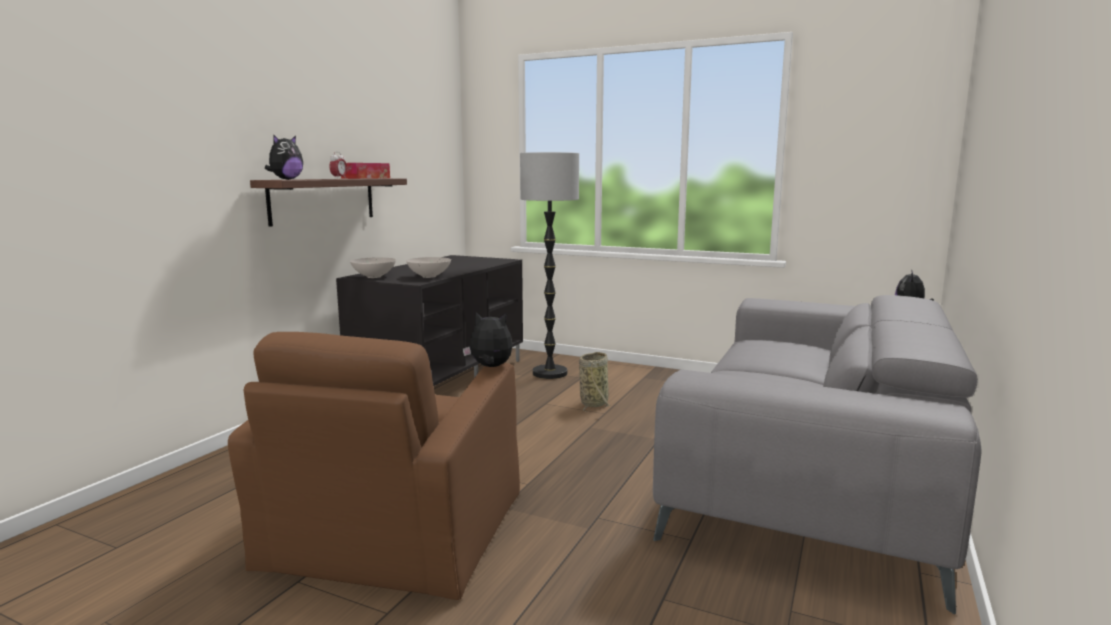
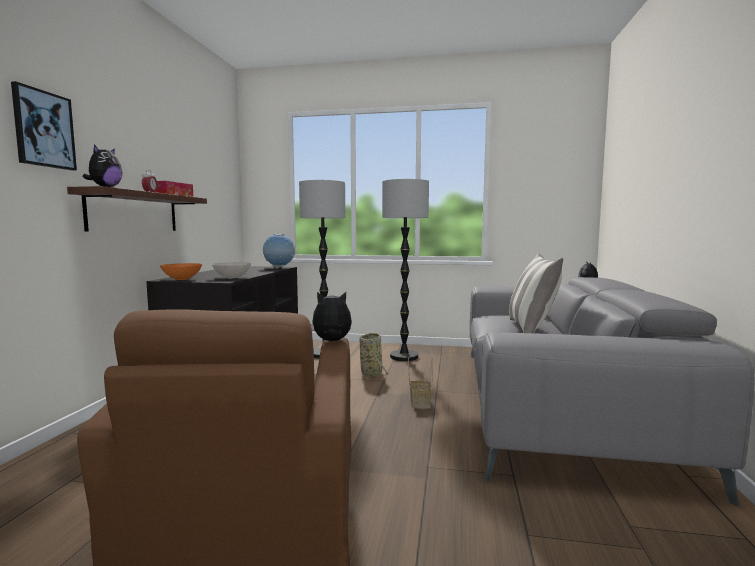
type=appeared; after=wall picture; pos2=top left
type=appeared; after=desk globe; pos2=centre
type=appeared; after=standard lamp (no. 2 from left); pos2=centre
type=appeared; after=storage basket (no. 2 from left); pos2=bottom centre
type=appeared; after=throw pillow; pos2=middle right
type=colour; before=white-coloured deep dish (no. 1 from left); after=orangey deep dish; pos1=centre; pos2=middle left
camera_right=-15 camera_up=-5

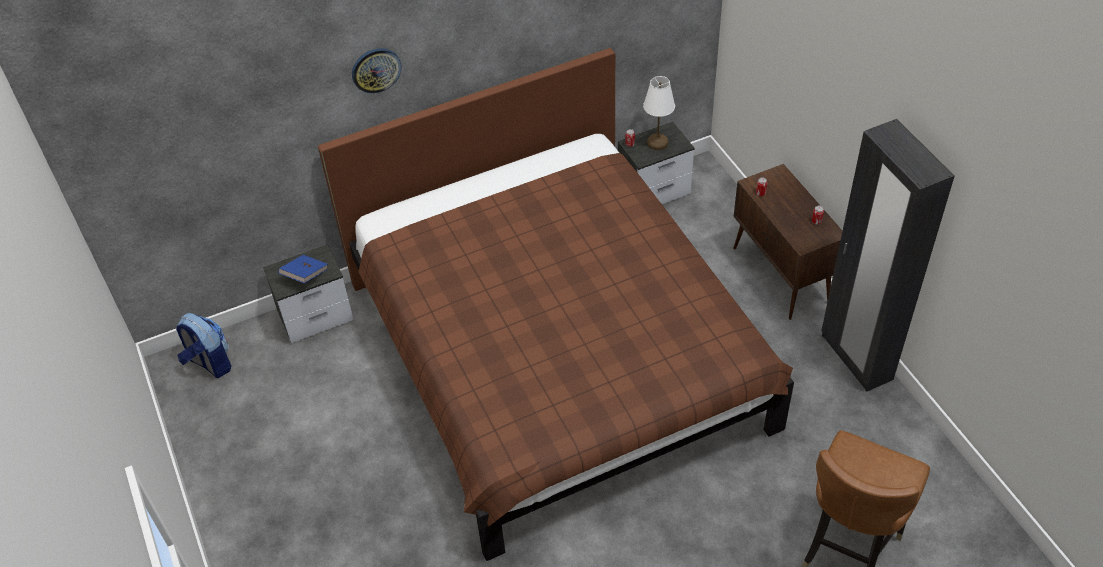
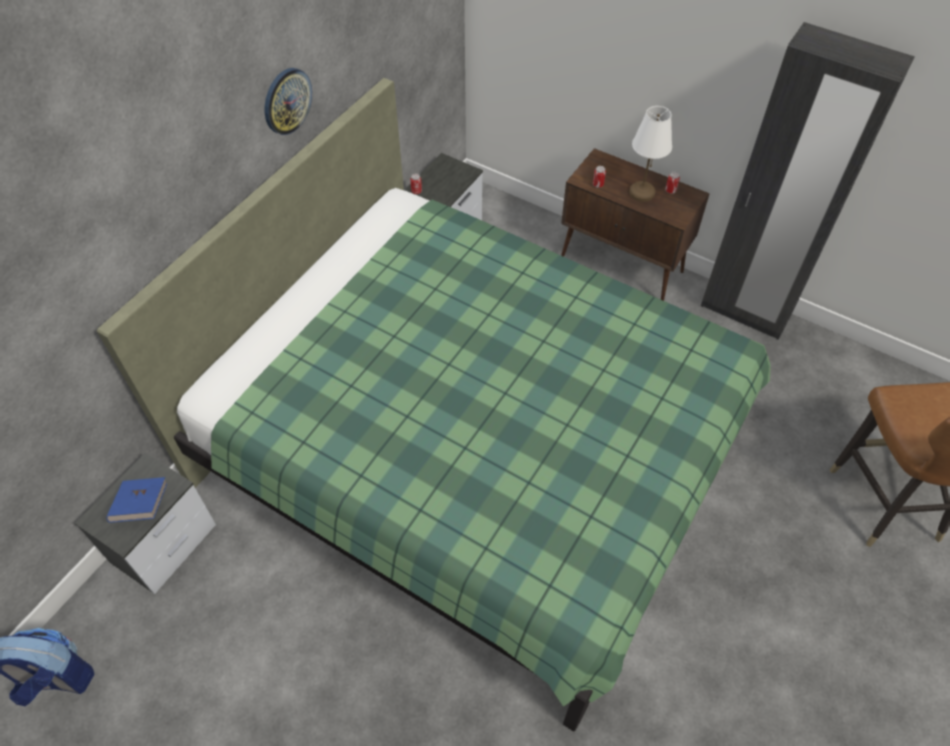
type=relocated; before=wall clock; pos1=top centre; pos2=top left
type=relocated; before=white-coloured lamp for a table; pos1=top centre; pos2=top right
type=colour; before=brownish bedroom bed; after=greenish bedroom bed; pos1=centre; pos2=centre
camera_right=-35 camera_up=5

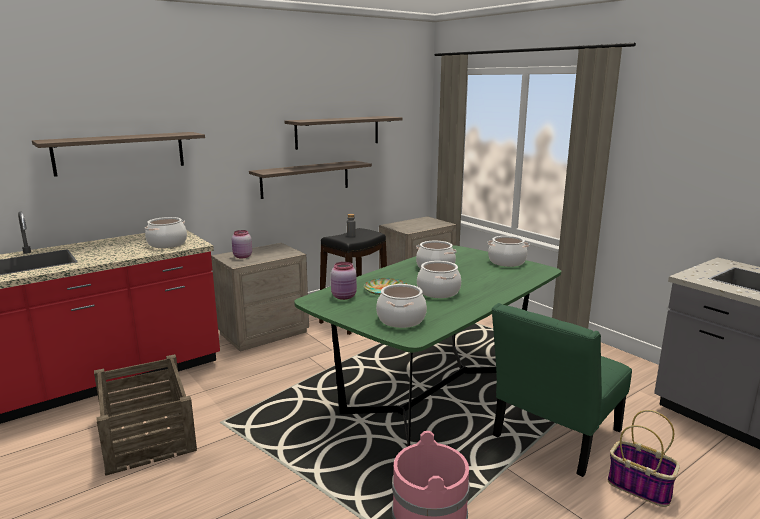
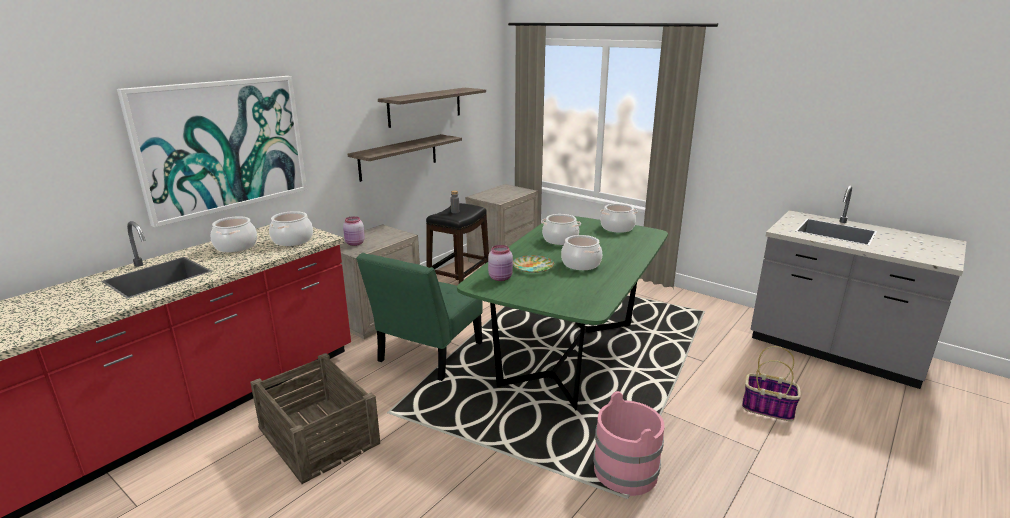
type=relocated; before=cooking pot (no. 2 from left in the first image); after=cooking pot (no. 1 from left); pos1=centre; pos2=middle left
type=relocated; before=greenish chair; pos1=bottom right; pos2=centre
type=exchanged; before=shelf (no. 1 from left); after=wall picture; pos1=top left; pos2=top left
camera_right=-15 camera_up=5

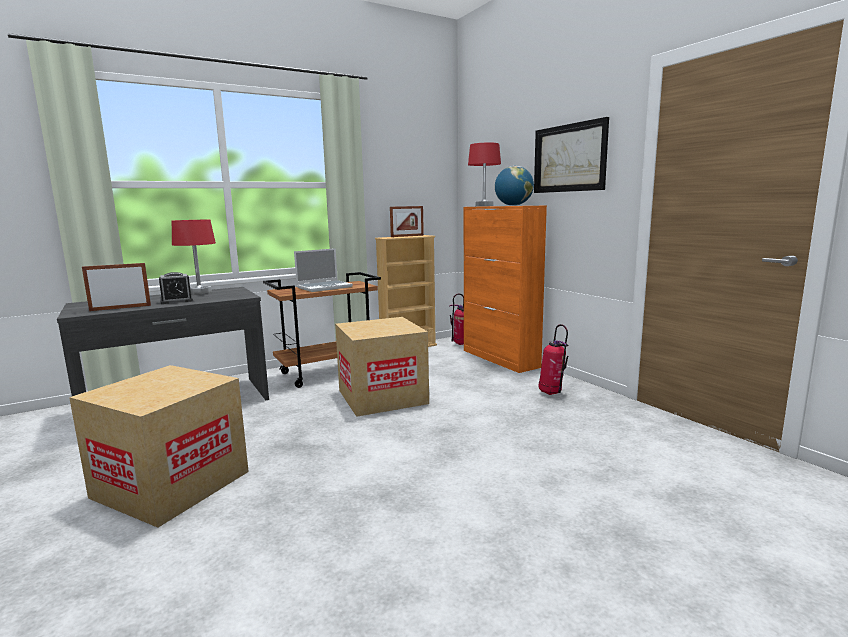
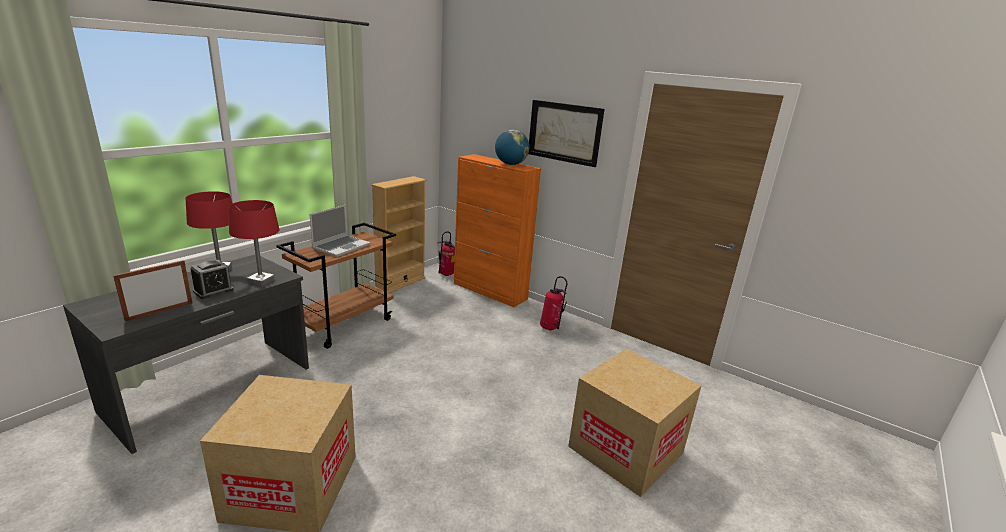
type=missing; before=photo frame (no. 2 from left); pos1=centre
type=relocated; before=carton (no. 2 from left); pos1=centre; pos2=bottom centre
type=relocated; before=red lamp for a table (no. 2 from left); pos1=top centre; pos2=middle left
camera_right=-25 camera_up=10

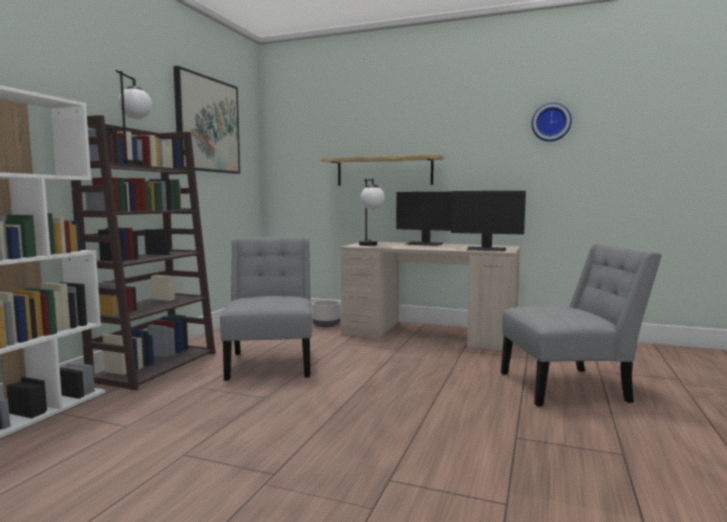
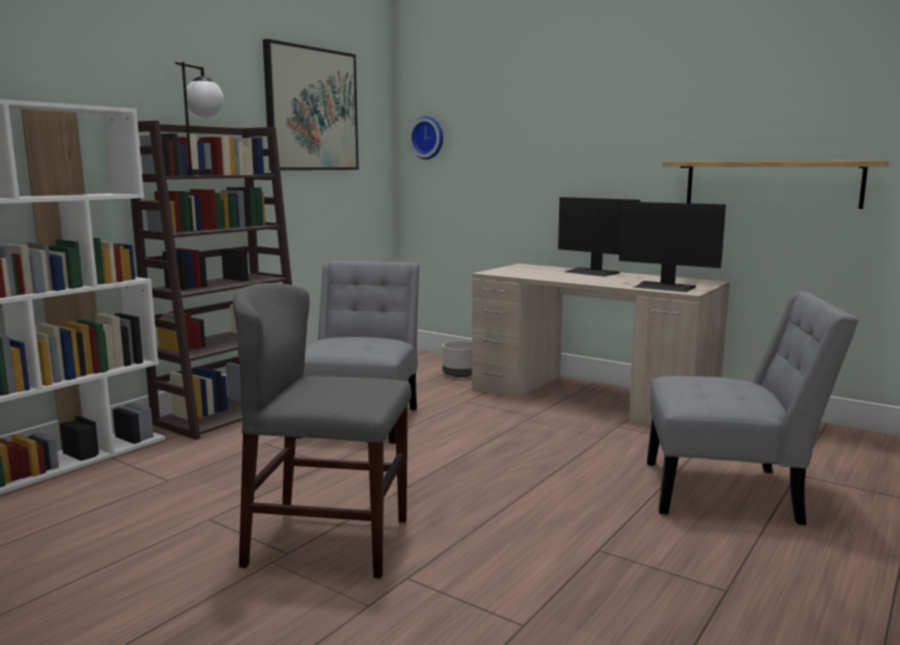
type=missing; before=lamp for a table (no. 2 from left); pos1=centre
type=appeared; after=greyish chair (no. 1 from left); pos2=bottom centre
type=relocated; before=shelf; pos1=top centre; pos2=top right
type=relocated; before=wall clock; pos1=top right; pos2=top centre
camera_right=15 camera_up=5

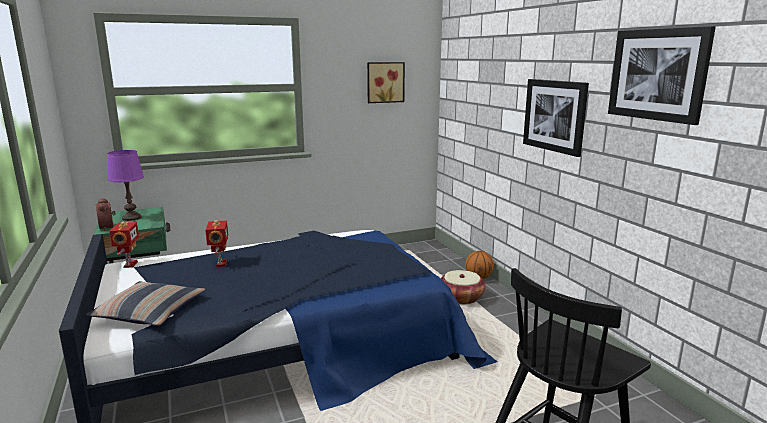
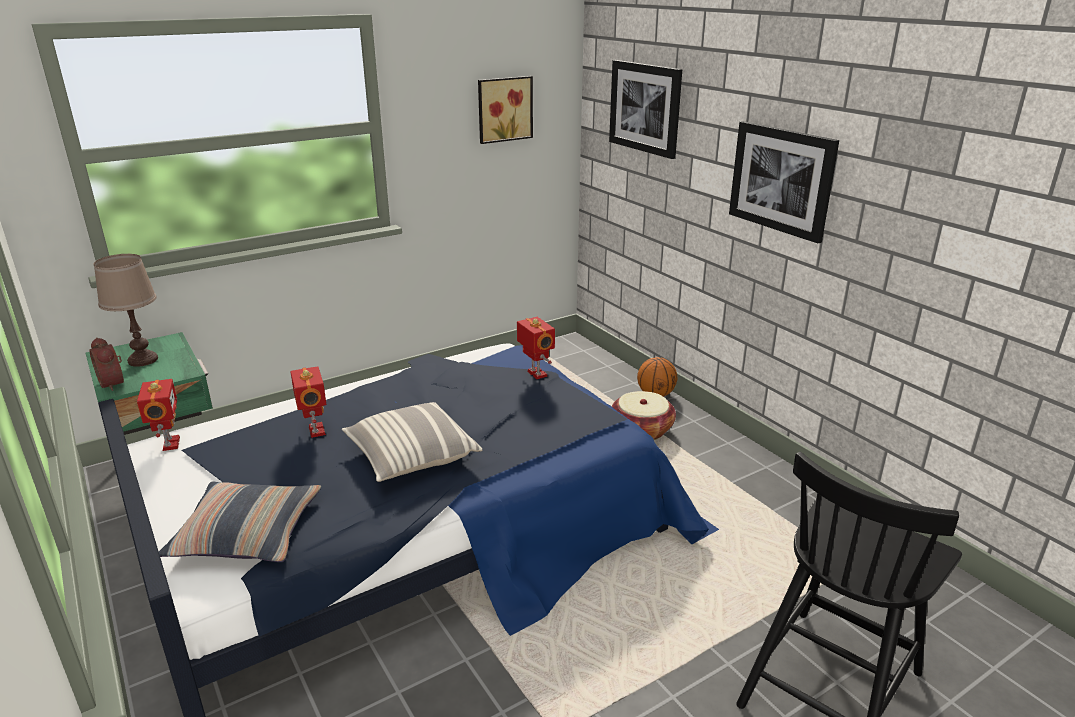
type=appeared; after=throw pillow (no. 2 from left); pos2=centre
type=appeared; after=robot figure (no. 3 from left); pos2=centre
type=relocated; before=wall picture (no. 3 from left in the first image); after=wall picture (no. 2 from left); pos1=top right; pos2=top centre
type=colour; before=purple lamp for a table; after=brownish lamp for a table; pos1=middle left; pos2=middle left
camera_right=-10 camera_up=10

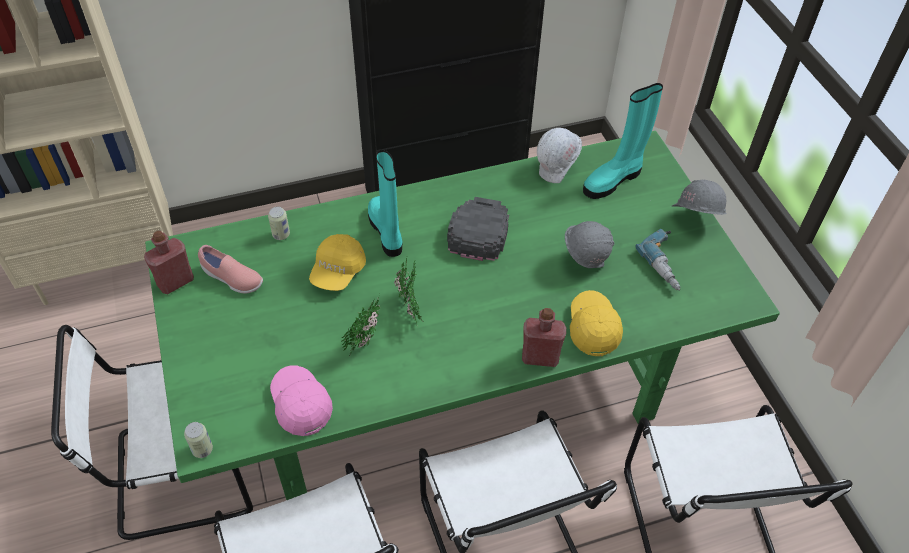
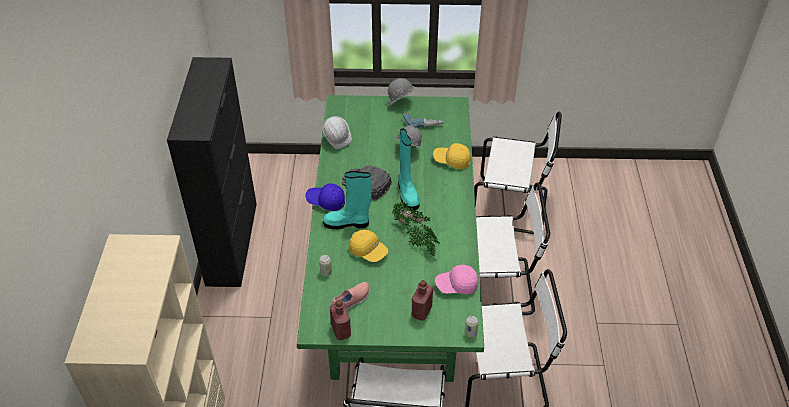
type=appeared; after=bluish baseball cap; pos2=centre
type=relocated; before=red bottle (no. 2 from left); pos1=centre; pos2=bottom centre
type=relocated; before=turquoise tall boot (no. 2 from left); pos1=top right; pos2=centre
camera_right=-70 camera_up=-5

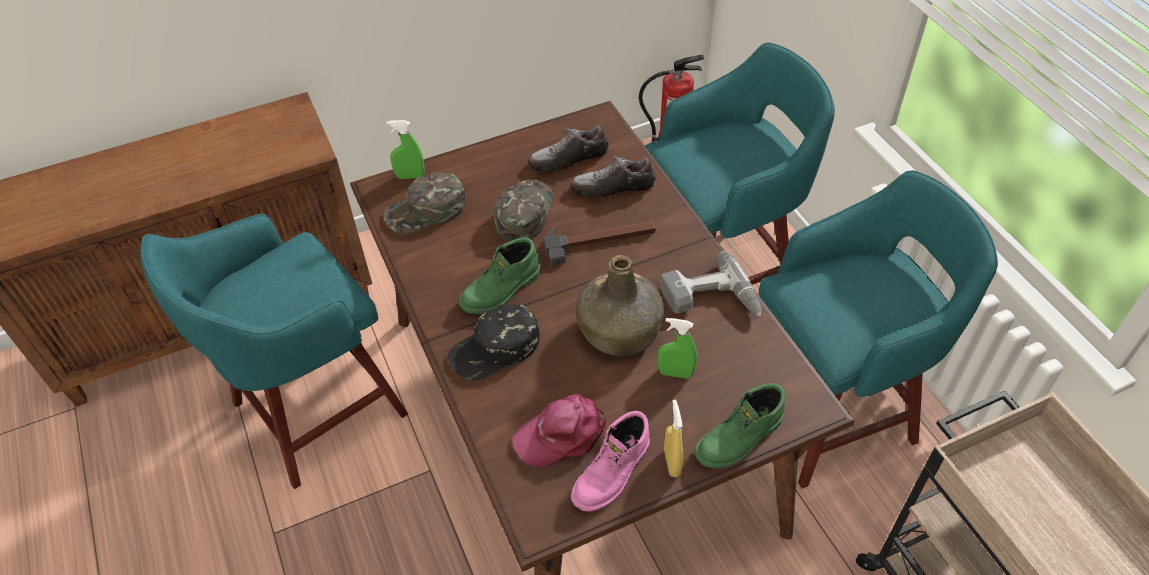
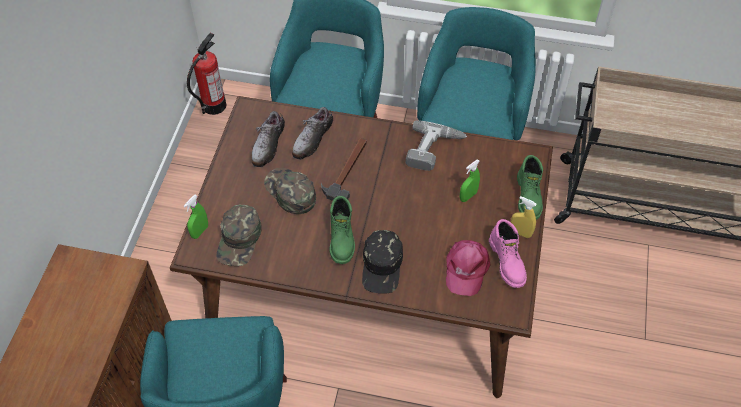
type=missing; before=greenish bottle; pos1=centre
camera_right=-55 camera_up=5

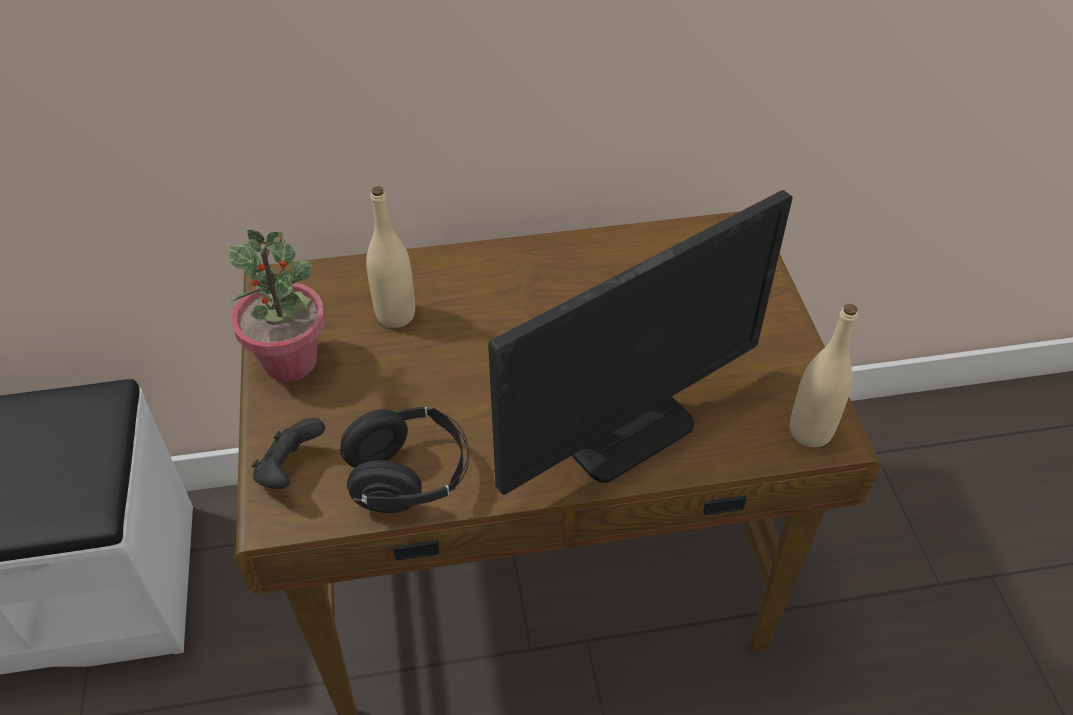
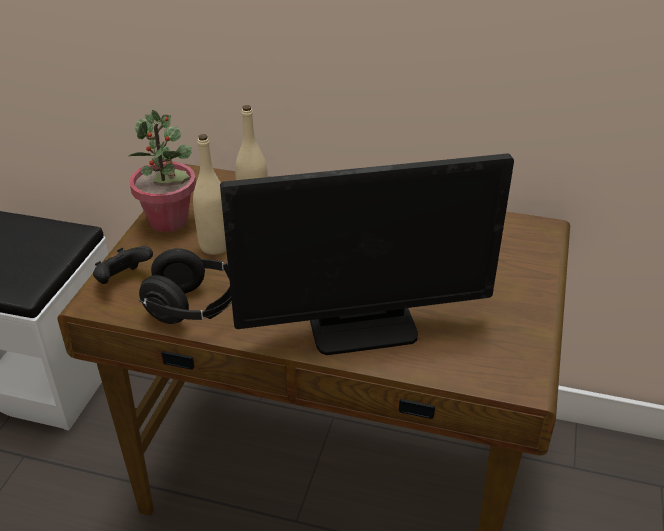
type=relocated; before=beige bottle (no. 2 from left in the first image); after=beige bottle (no. 1 from left); pos1=middle right; pos2=middle left
camera_right=25 camera_up=-10

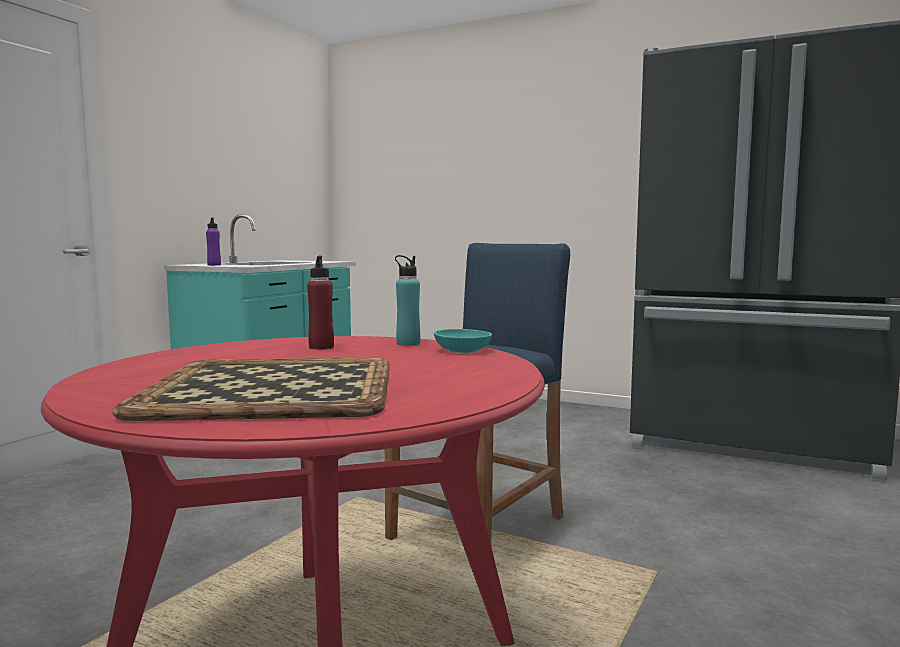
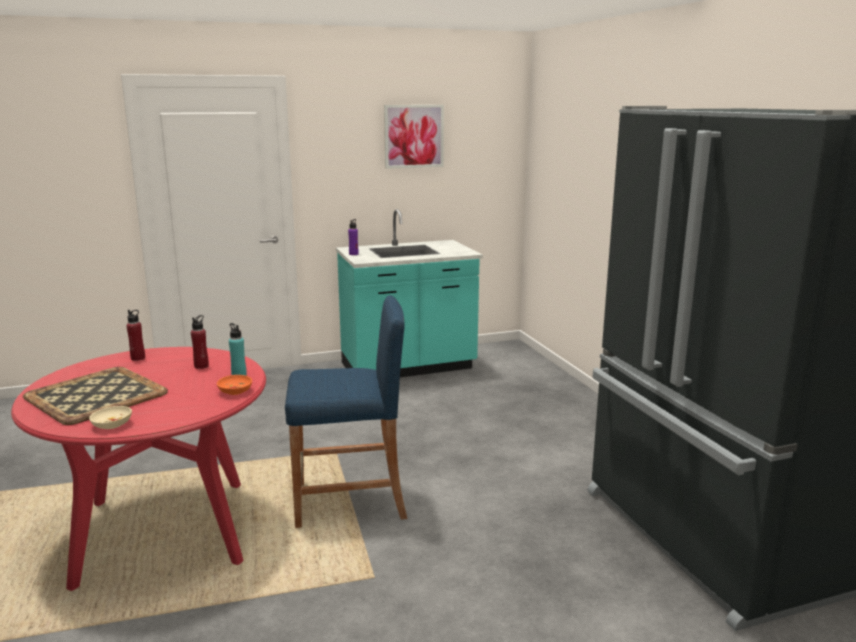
type=appeared; after=beige deep dish; pos2=middle left
type=appeared; after=red bottle (no. 1 from left); pos2=middle left
type=appeared; after=wall picture; pos2=top centre
type=colour; before=turquoise deep dish; after=orangey deep dish; pos1=centre; pos2=middle left
camera_right=45 camera_up=10

